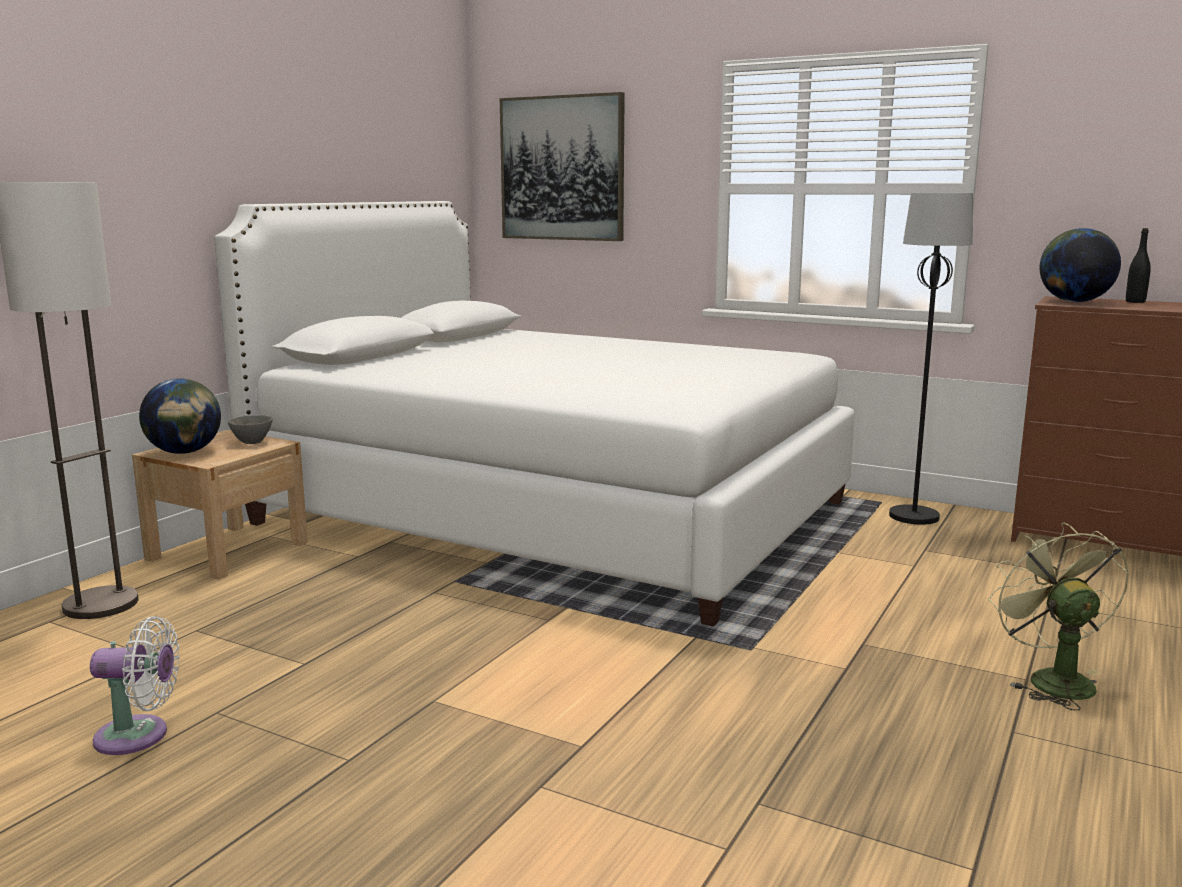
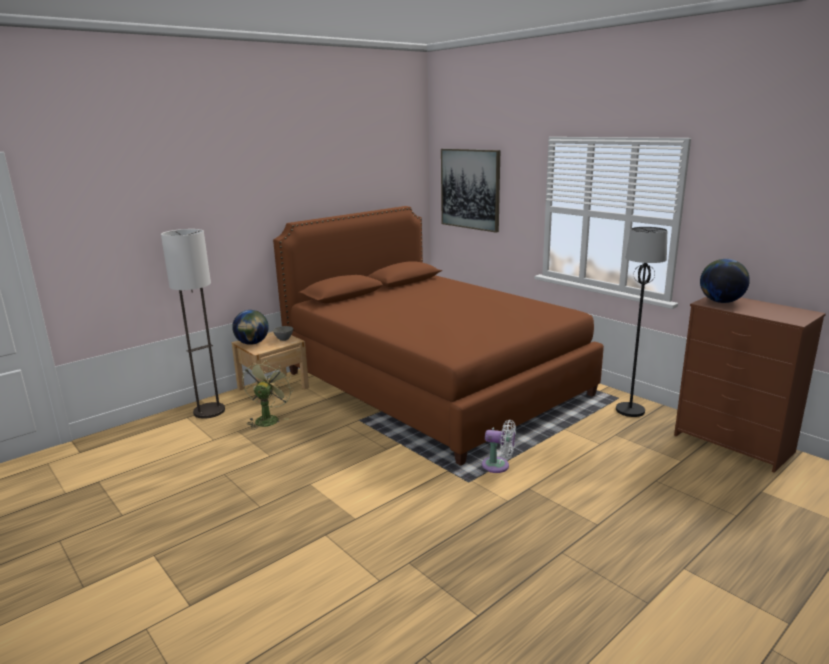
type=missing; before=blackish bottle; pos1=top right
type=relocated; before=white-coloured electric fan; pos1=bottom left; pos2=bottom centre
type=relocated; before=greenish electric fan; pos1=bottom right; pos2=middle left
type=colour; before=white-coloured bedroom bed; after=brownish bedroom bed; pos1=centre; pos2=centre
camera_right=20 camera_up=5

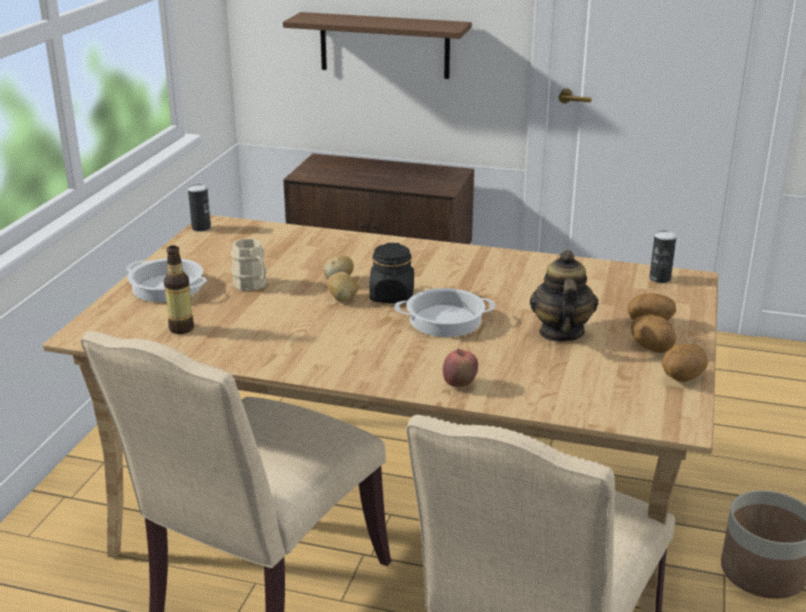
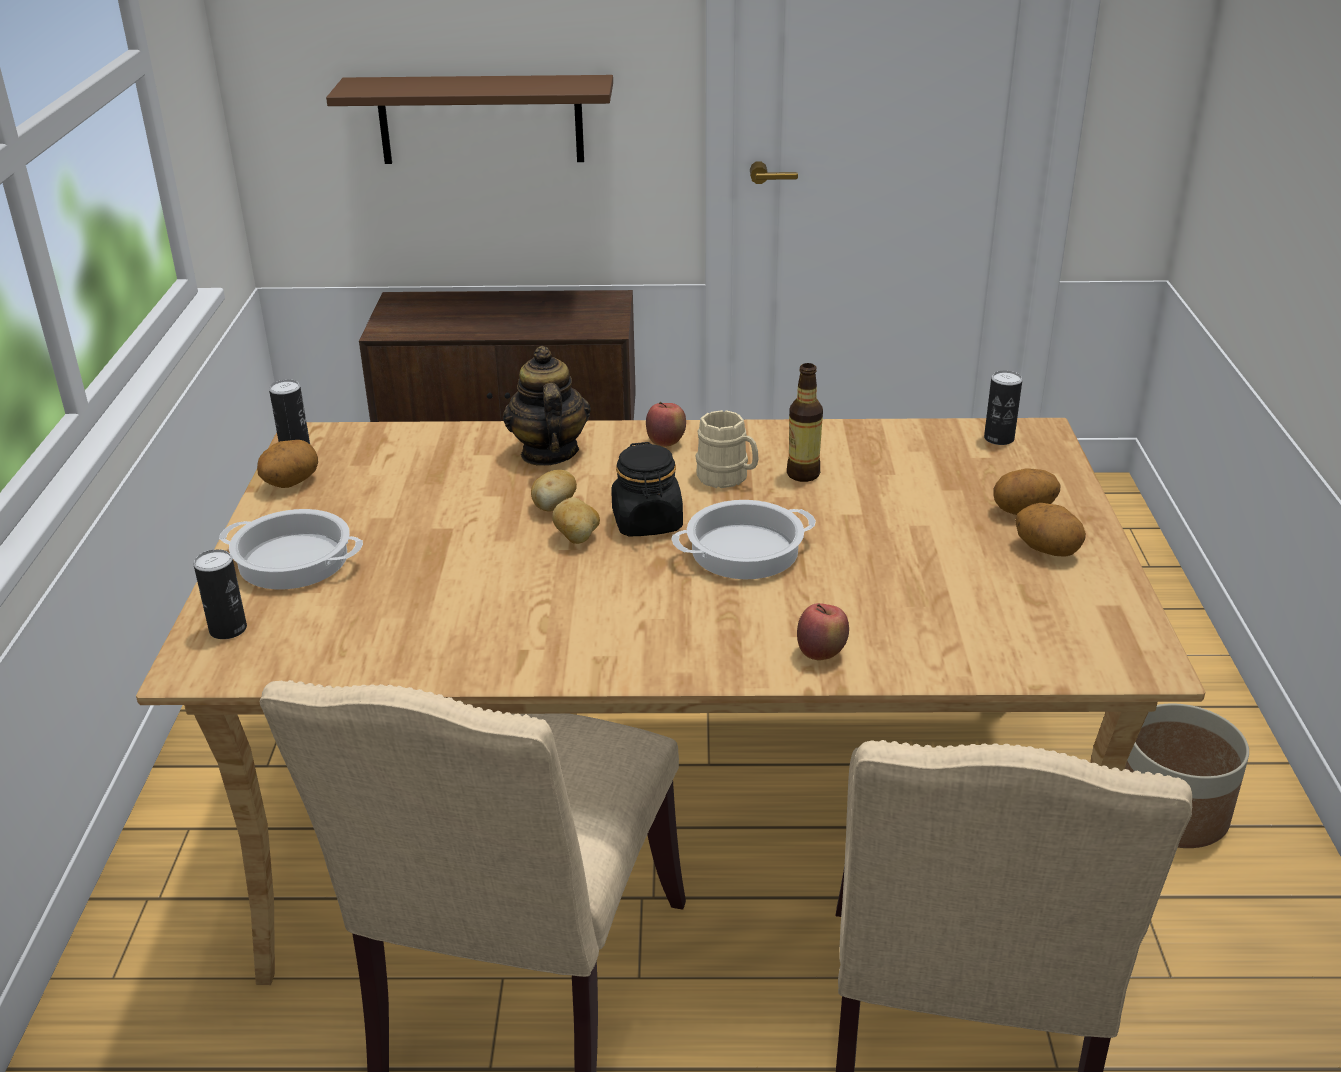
type=appeared; after=can (no. 1 from left); pos2=middle left
type=appeared; after=whole apple (no. 1 from left); pos2=centre
type=relocated; before=bottle; pos1=middle left; pos2=centre
type=relocated; before=beige mug; pos1=middle left; pos2=centre
type=relocated; before=pot for tea; pos1=middle right; pos2=centre
type=relocated; before=spud (no. 5 from left in the first image); after=spud (no. 1 from left); pos1=middle right; pos2=middle left
camera_right=-15 camera_up=5

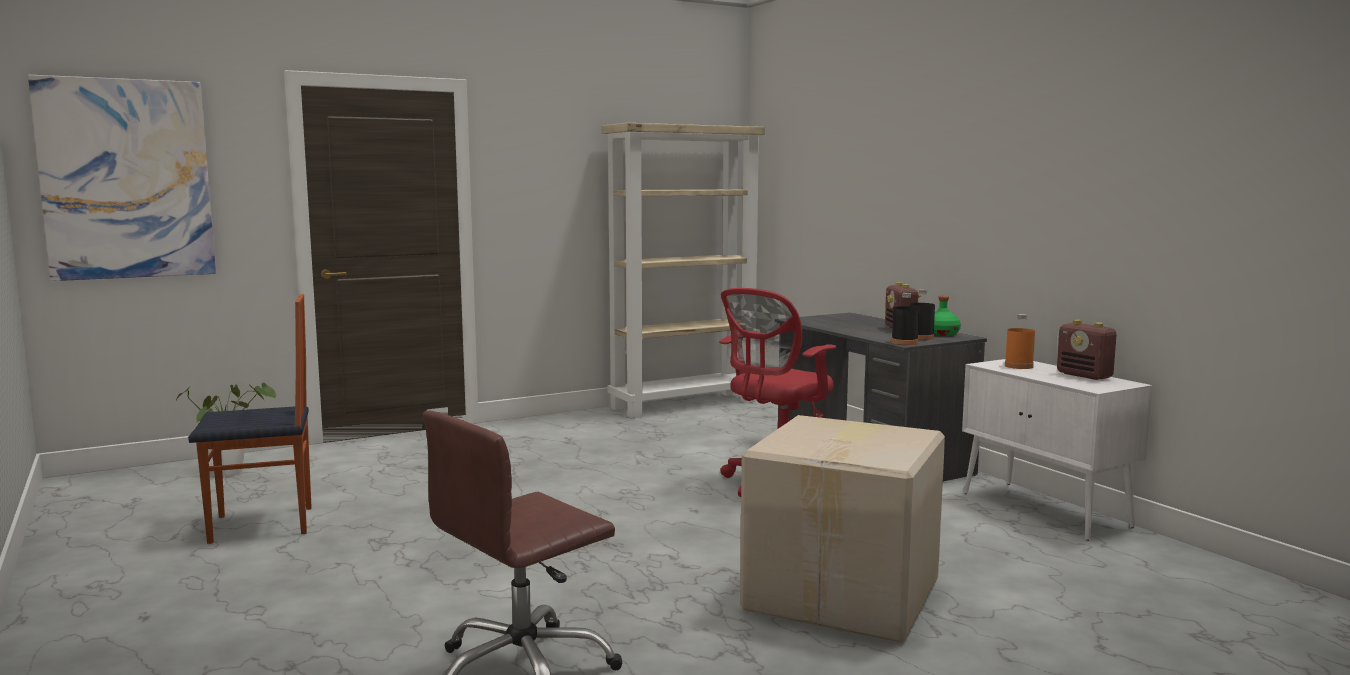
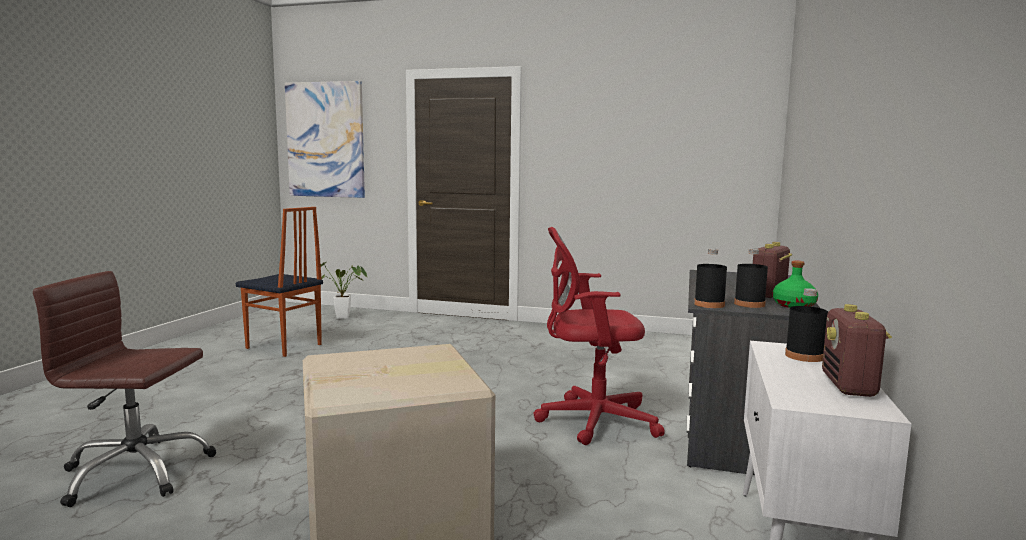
type=missing; before=beige bookcase; pos1=centre
type=colour; before=orangey bottle; after=blackish bottle (no. 3 from left); pos1=middle right; pos2=middle right
camera_right=45 camera_up=0

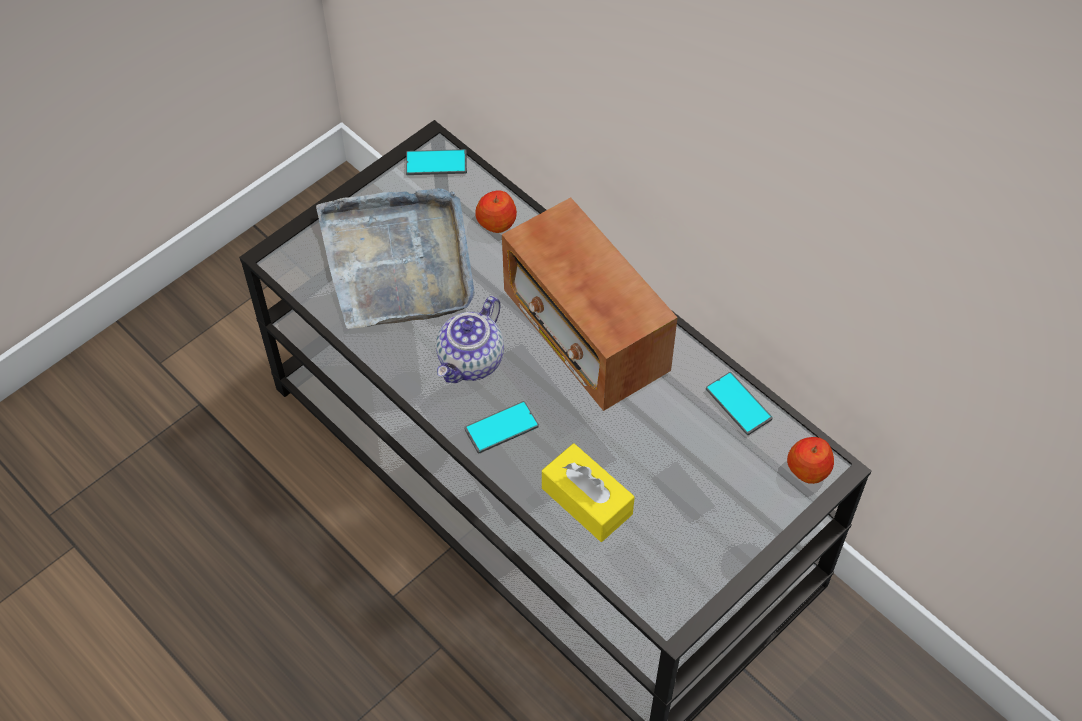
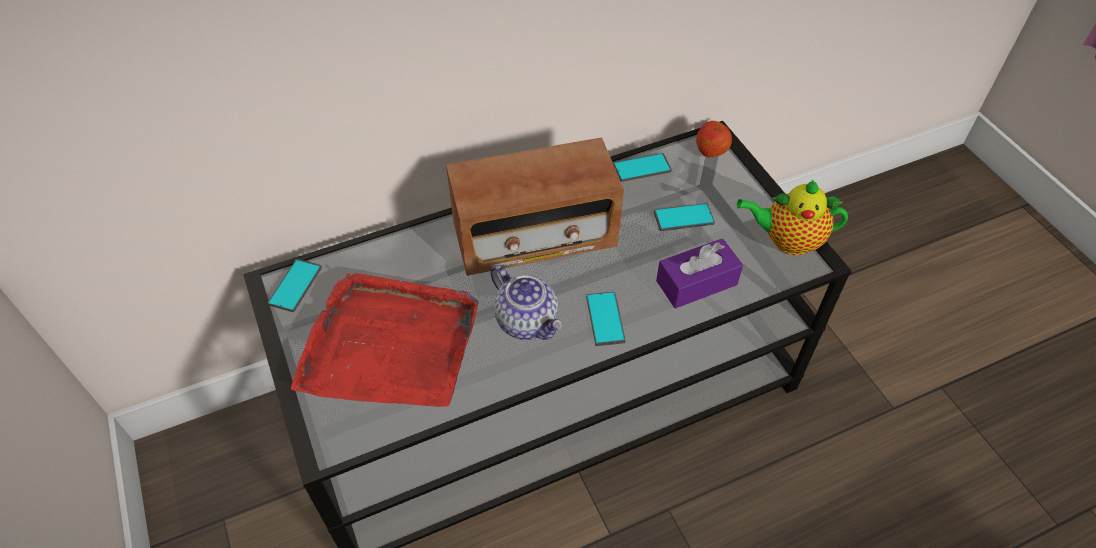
type=missing; before=whole apple (no. 1 from left); pos1=top centre
type=appeared; after=handset (no. 4 from left); pos2=centre
type=appeared; after=pot for tea (no. 2 from left); pos2=middle right
type=colour; before=greyish carrying tray; after=red carrying tray; pos1=centre; pos2=centre
type=colour; before=yellow tissue holder; after=purple tissue holder; pos1=bottom centre; pos2=centre
camera_right=-70 camera_up=-5

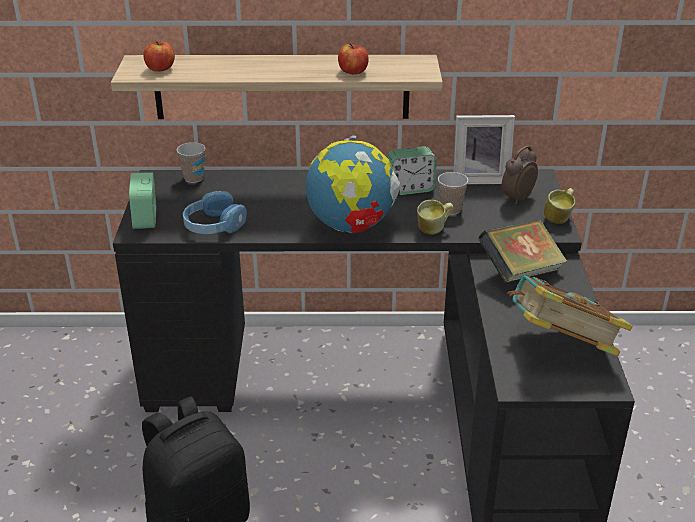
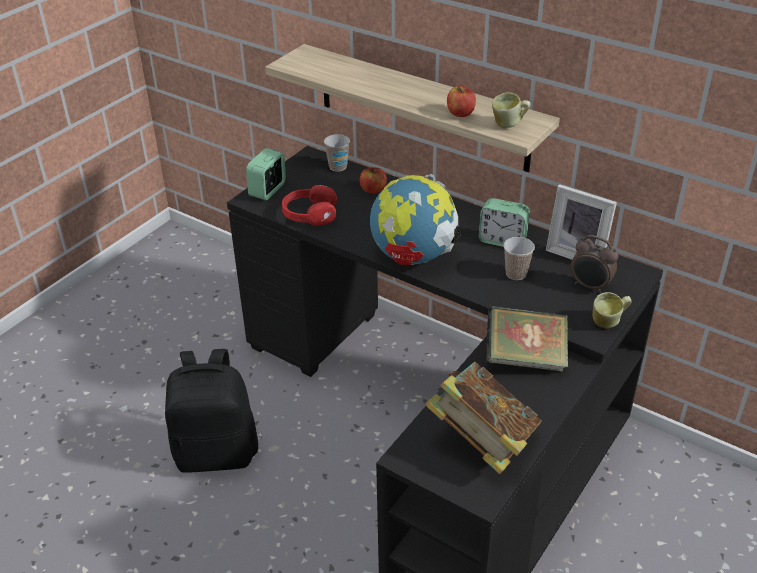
type=relocated; before=whole apple (no. 1 from left); pos1=top left; pos2=top centre
type=relocated; before=mug (no. 1 from left); pos1=centre; pos2=top right
type=colour; before=bluish pair of headphones; after=red pair of headphones; pos1=middle left; pos2=centre
type=spun; before=bedside clock (no. 3 from left); pos1=middle right; pos2=middle right; turn=-135
camera_right=35 camera_up=5

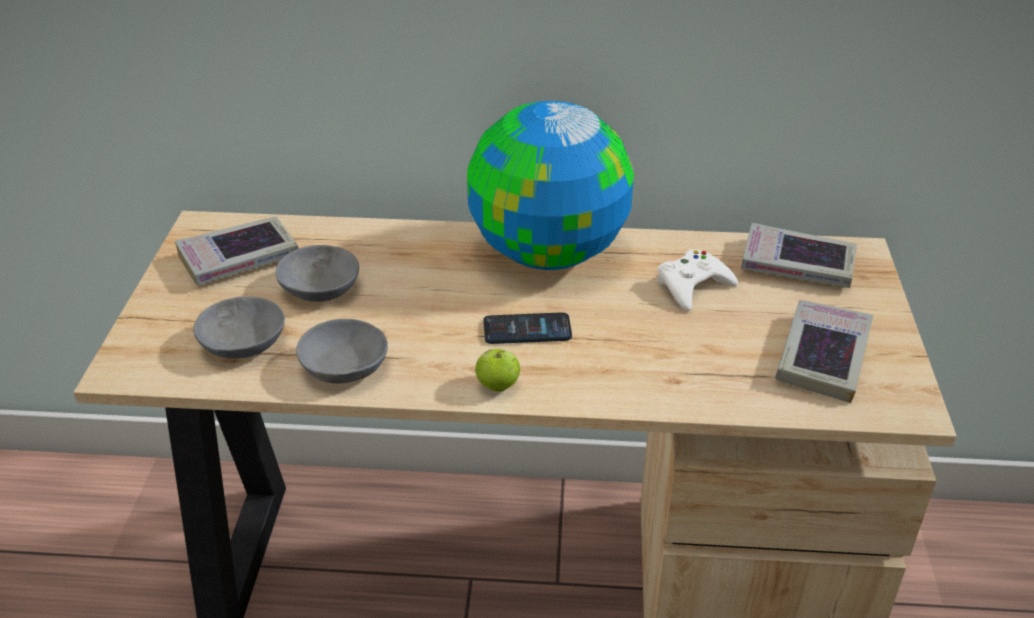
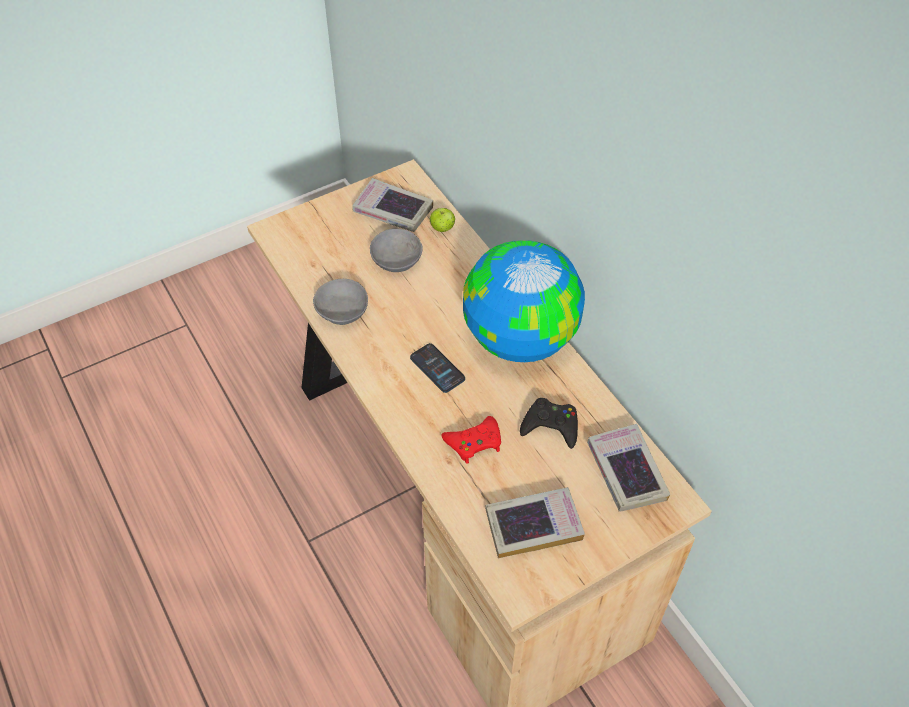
type=missing; before=greyish deep dish (no. 1 from left); pos1=middle left
type=appeared; after=red joypad; pos2=centre
type=relocated; before=whole apple; pos1=centre; pos2=top centre
type=colour; before=white-coloured joypad; after=blackish joypad; pos1=middle right; pos2=centre
camera_right=55 camera_up=15

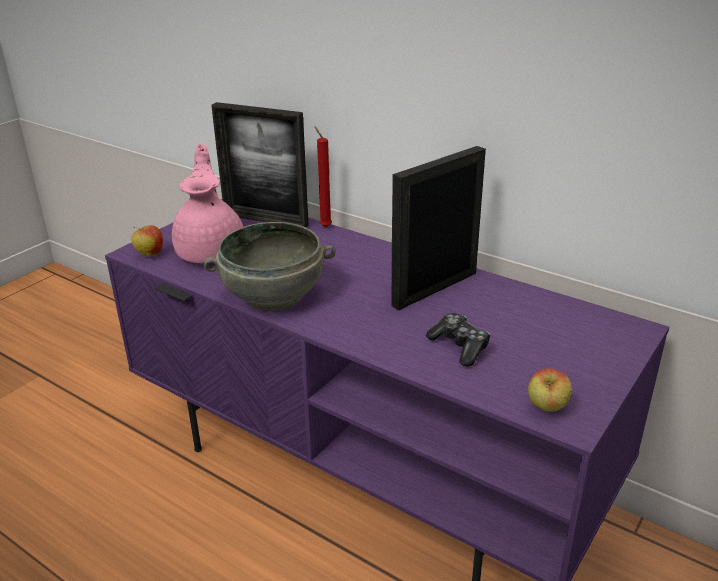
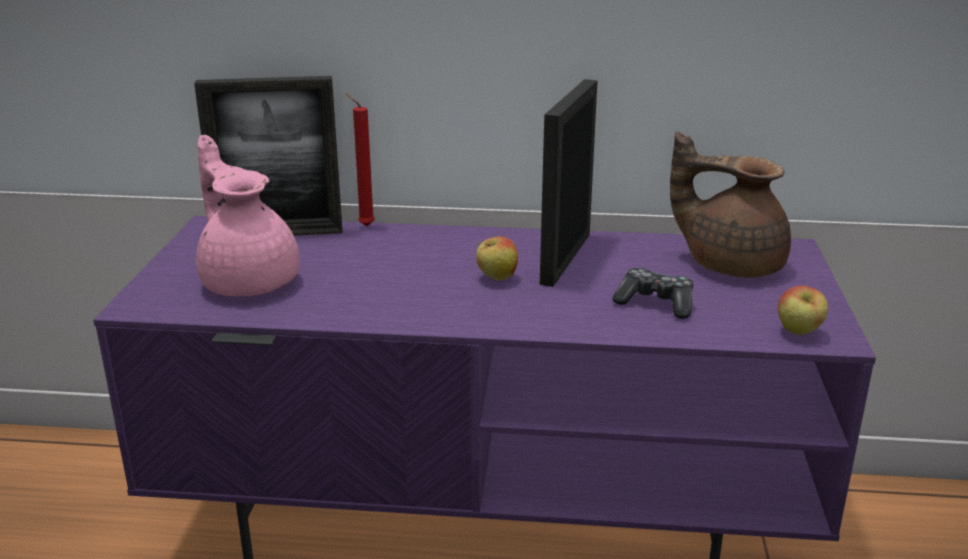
type=missing; before=greyish deep dish; pos1=centre
type=appeared; after=brownish pot for tea; pos2=middle right
type=relocated; before=whole apple (no. 1 from left); pos1=middle left; pos2=centre
camera_right=-30 camera_up=-5

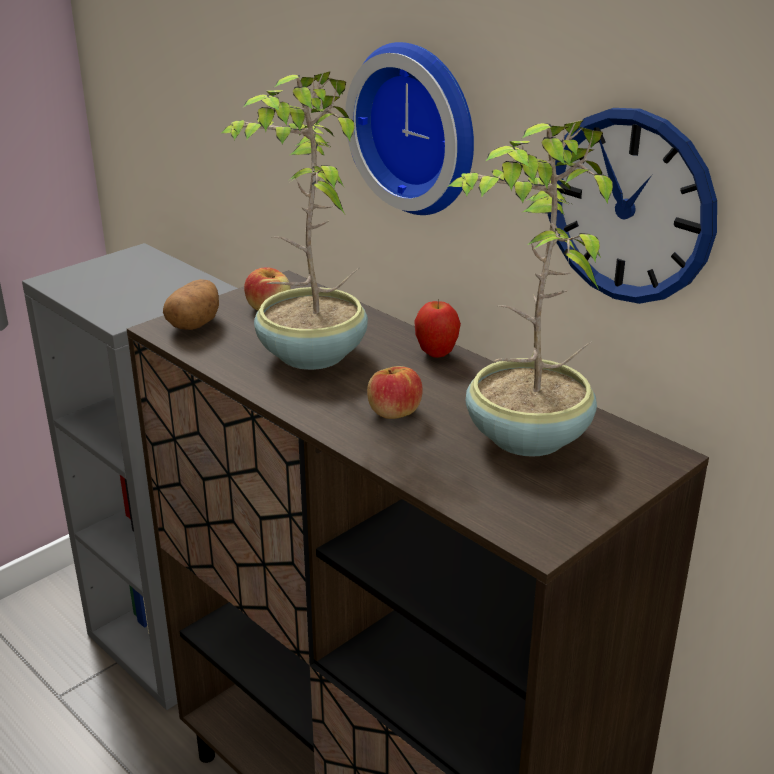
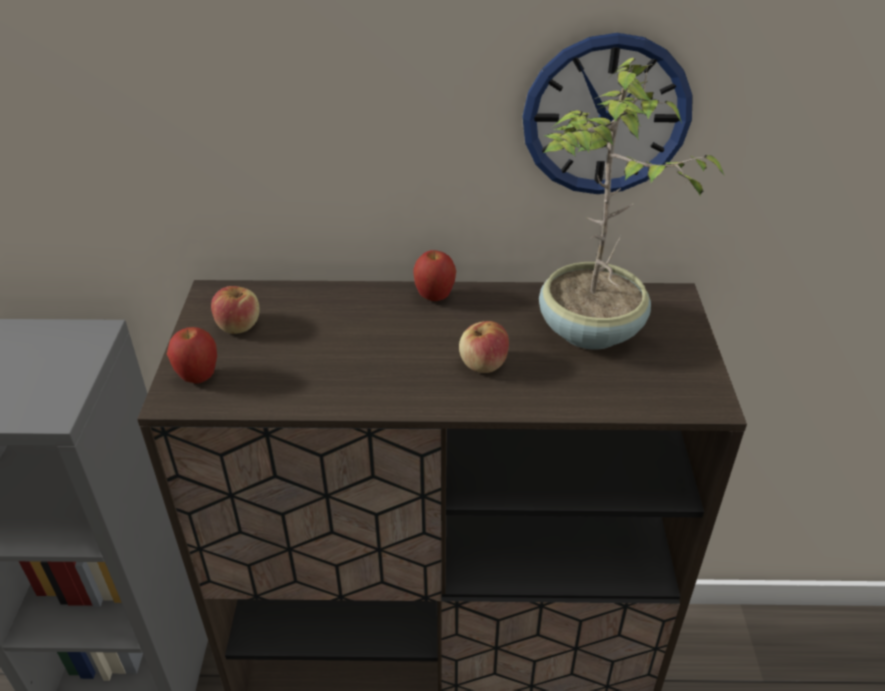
type=missing; before=potted plant (no. 1 from left); pos1=top centre
type=missing; before=wall clock (no. 1 from left); pos1=top centre
type=exchanged; before=spud; after=whole apple (no. 1 from left); pos1=middle left; pos2=middle left
camera_right=-45 camera_up=10

